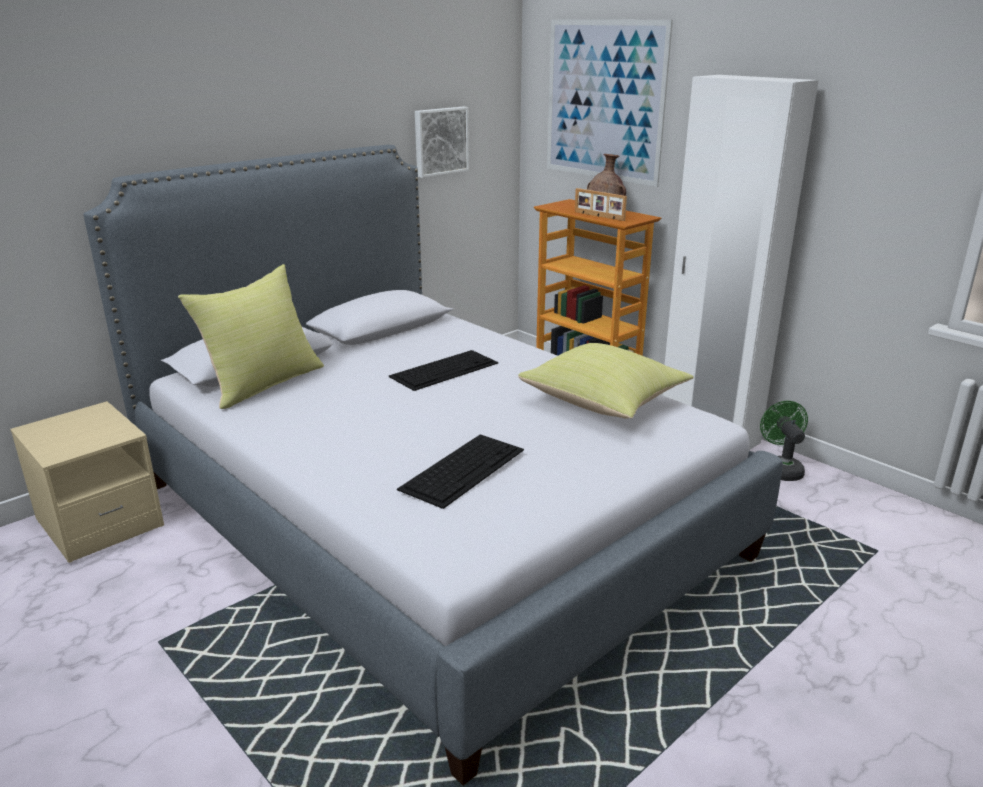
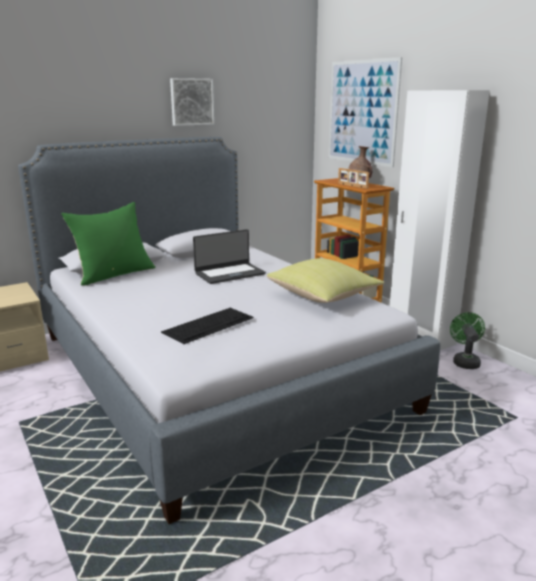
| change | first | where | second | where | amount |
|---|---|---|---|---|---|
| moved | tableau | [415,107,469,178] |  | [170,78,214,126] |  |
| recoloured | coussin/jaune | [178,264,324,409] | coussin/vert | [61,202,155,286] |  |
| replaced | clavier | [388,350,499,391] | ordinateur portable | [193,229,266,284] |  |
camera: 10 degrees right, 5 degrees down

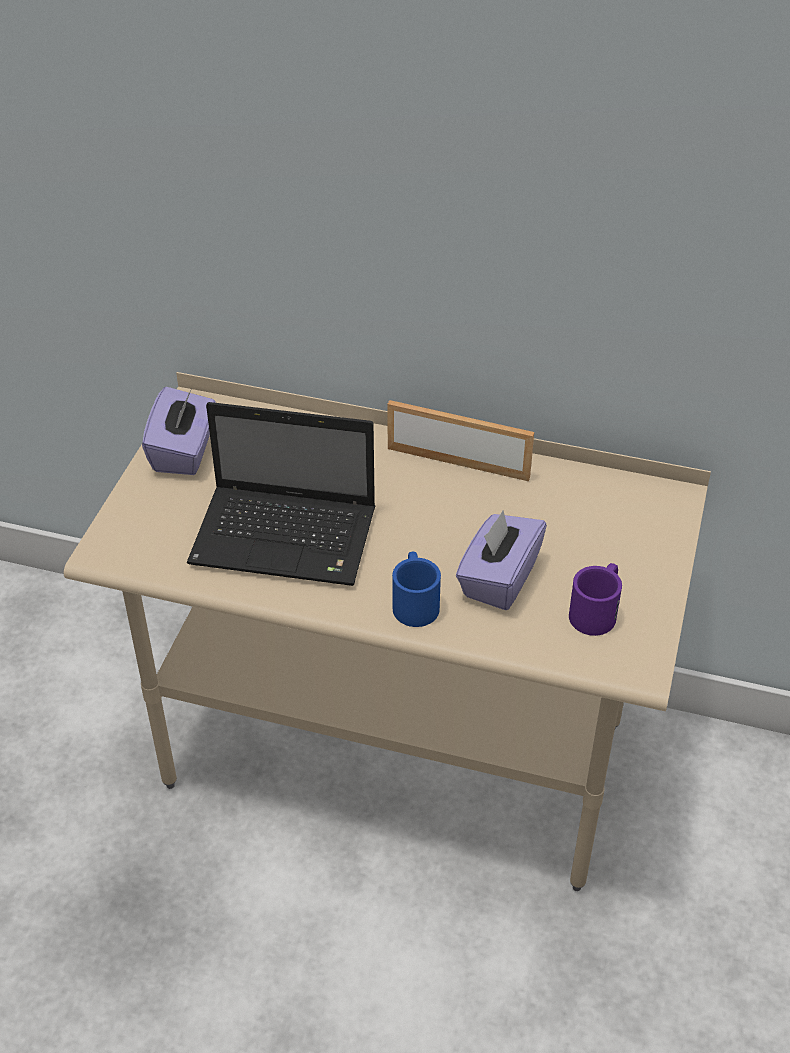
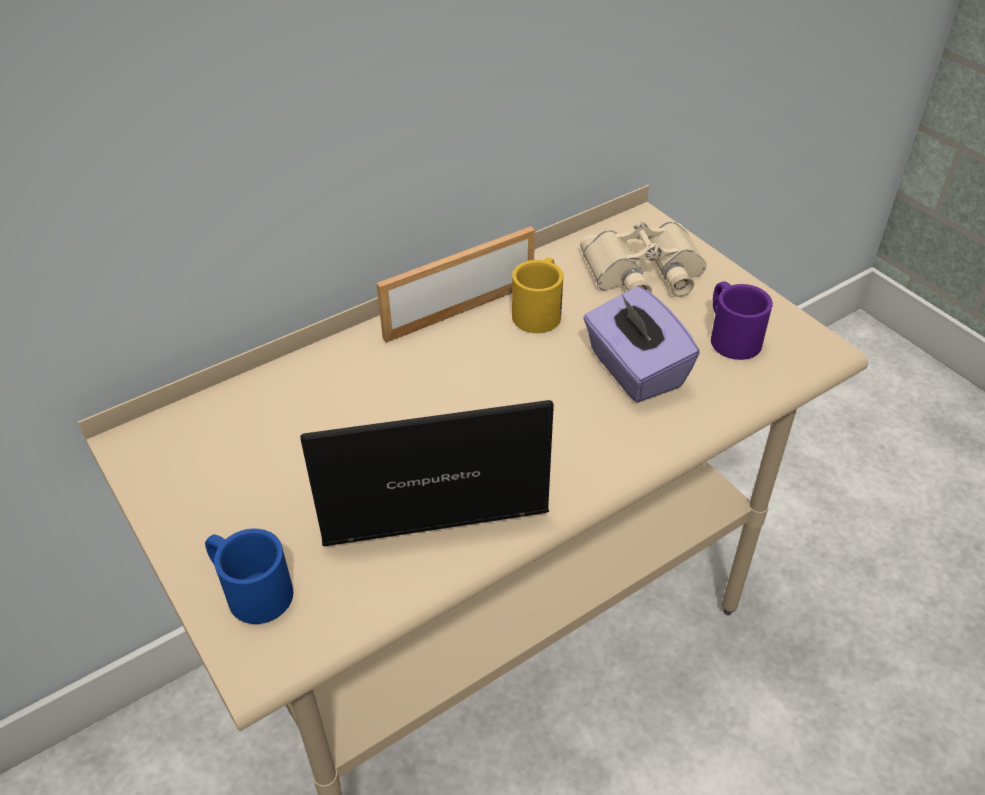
| change | first | where | second | where | amount |
|---|---|---|---|---|---|
| removed | boîte à mouchoirs/violet | [142,387,216,475] |  |  |  |
| turned | ordinateur portable | [187,402,375,586] |  | [300,400,554,546] | 150 degrees counterclockwise |
| moved | mug/bleu | [392,551,441,627] |  | [205,529,293,624] |  |
| added |  |  | jumelles/beige | [580,222,707,297] |  |
| added |  |  | mug/jaune | [512,258,564,333] |  |
camera: 50 degrees left, 0 degrees up

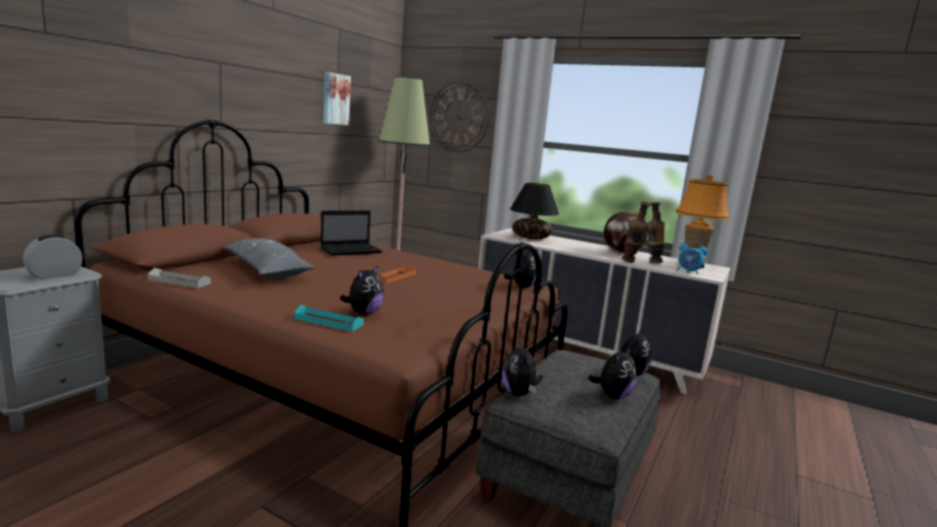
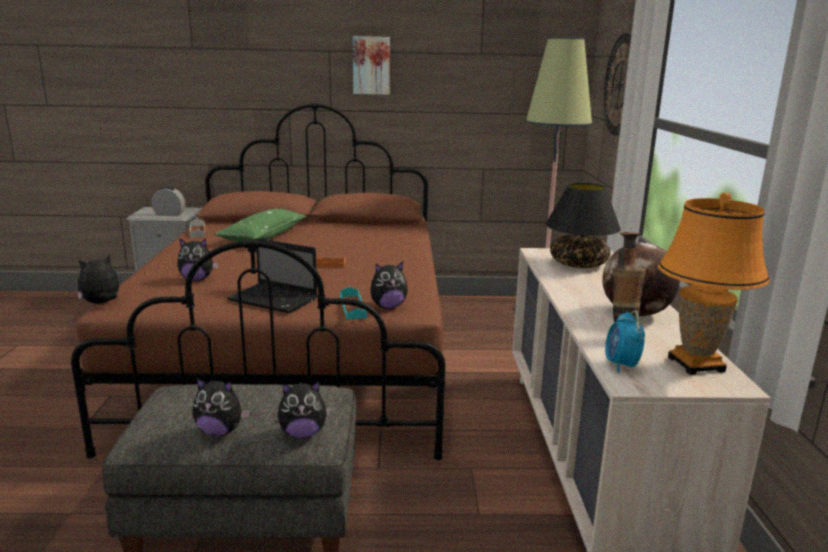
| change | first | where | second | where | amount |
|---|---|---|---|---|---|
| moved | tableau | [324,72,351,125] |  | [353,36,390,95] |  |
| removed | vase | [622,201,651,263] |  |  |  |
| moved | ordinateur portable | [320,210,383,256] |  | [228,238,317,313] |  |
| recoloured | coussin/gris | [224,238,315,278] | coussin/vert | [214,209,307,241] |  |
| moved | plateau/turquoise | [294,305,364,332] |  | [340,287,367,319] |  |
| moved | peluche | [502,340,543,396] |  | [78,254,119,304] |  |
camera: 60 degrees right, 5 degrees up

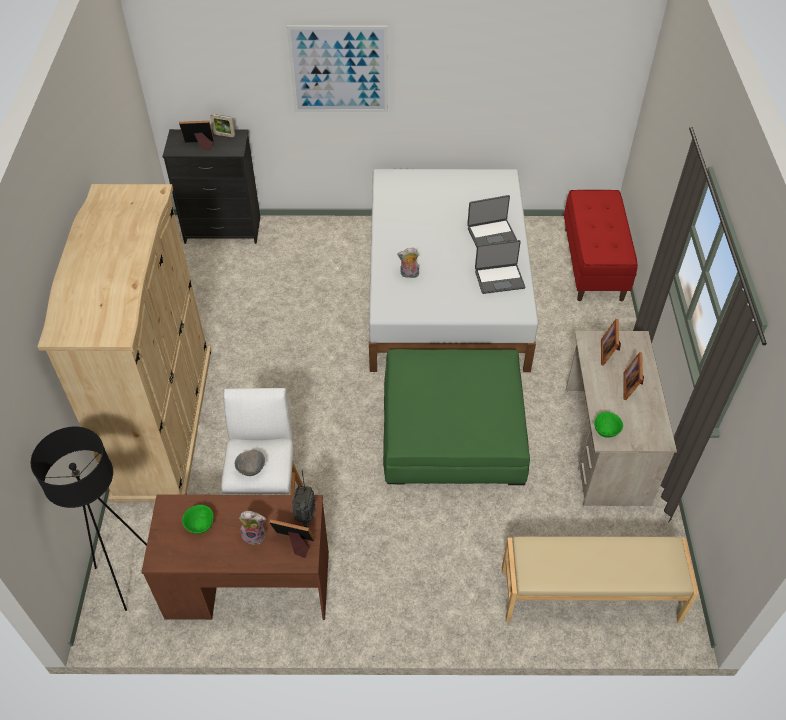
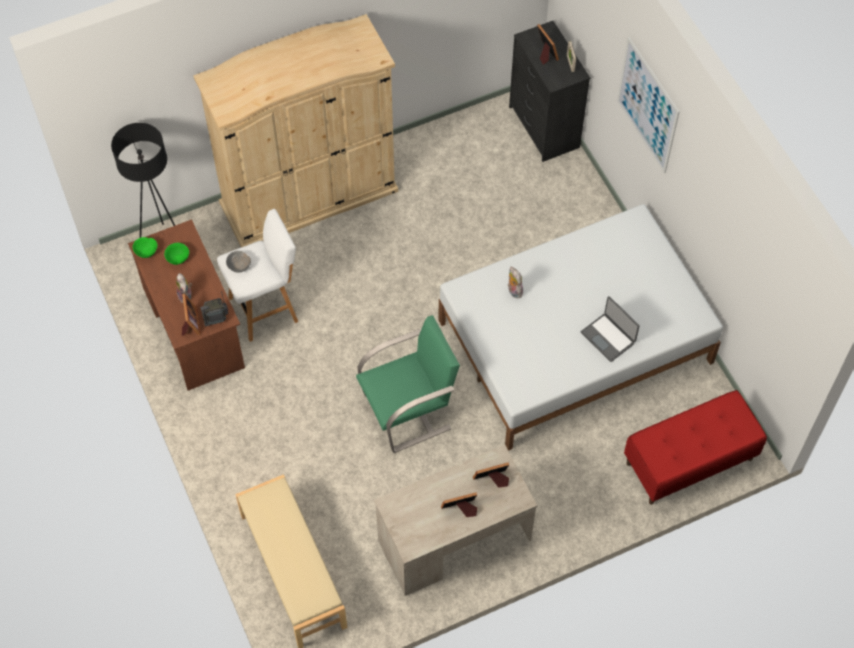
| change | first | where | second | where | amount |
|---|---|---|---|---|---|
| removed | ordinateur portable | [475,240,525,294] |  |  |  |
| replaced | pouf/vert | [383,349,530,485] | fauteuil/vert | [356,315,460,453] |  |
| moved | bol/vert | [594,412,623,438] |  | [132,237,157,258] |  |
camera: 65 degrees right, 10 degrees up

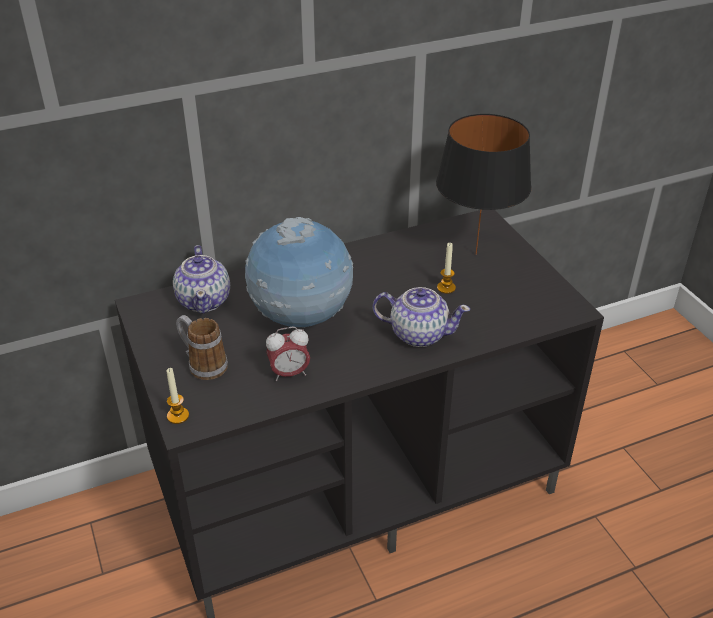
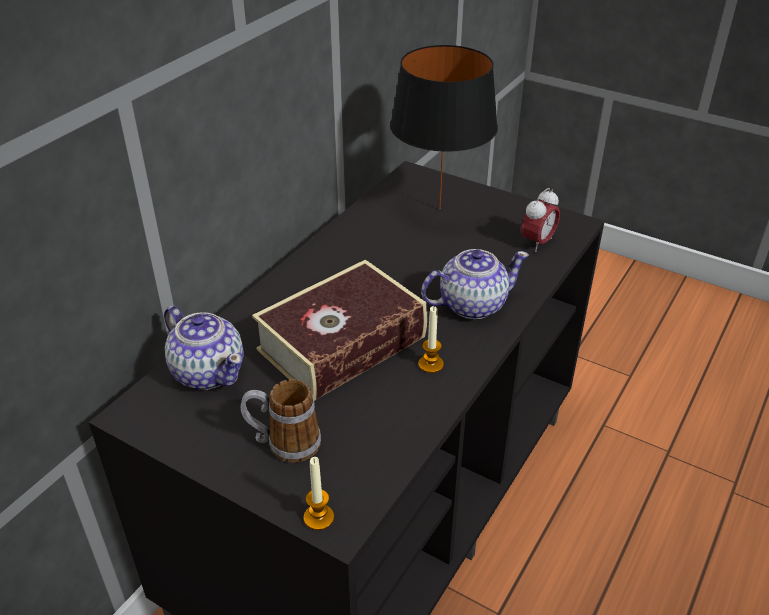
| change | first | where | second | where | amount |
|---|---|---|---|---|---|
| replaced | globe | [245,217,354,328] | livre | [252,260,427,401] |  |
| moved | bougie | [437,243,456,294] |  | [418,306,444,373] |  |
| moved | réveil | [266,327,310,381] |  | [521,188,560,252] |  |
camera: 35 degrees left, 0 degrees up

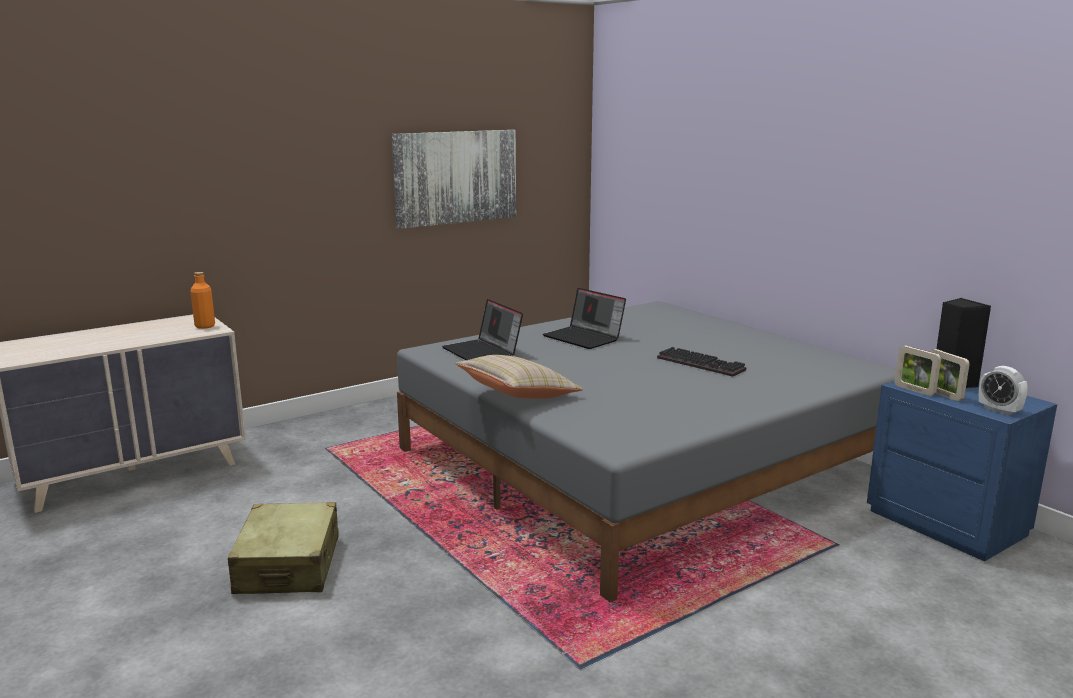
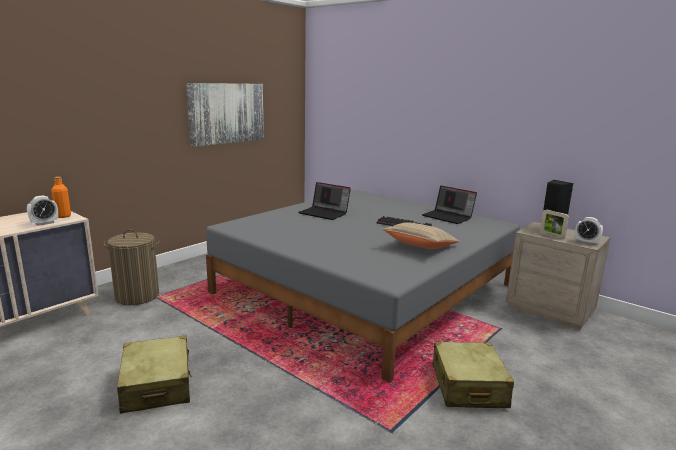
| change | first | where | second | where | amount |
|---|---|---|---|---|---|
| moved | ordinateur portable | [442,299,523,360] |  | [422,186,477,224] |  |
| removed | cadre photo | [894,345,941,396] |  |  |  |
| moved | coussin/beige | [455,355,583,399] |  | [383,222,460,249] |  |
| recoloured | table de chevet/bleu | [867,381,1057,562] | table de chevet/beige | [506,222,611,330] |  |
| added |  |  | réveil | [27,196,58,226] |  |
| added |  |  | panier à linge | [103,229,160,305] |  |
| added |  |  | valise/beige | [433,342,514,408] |  |
camera: 15 degrees left, 0 degrees up

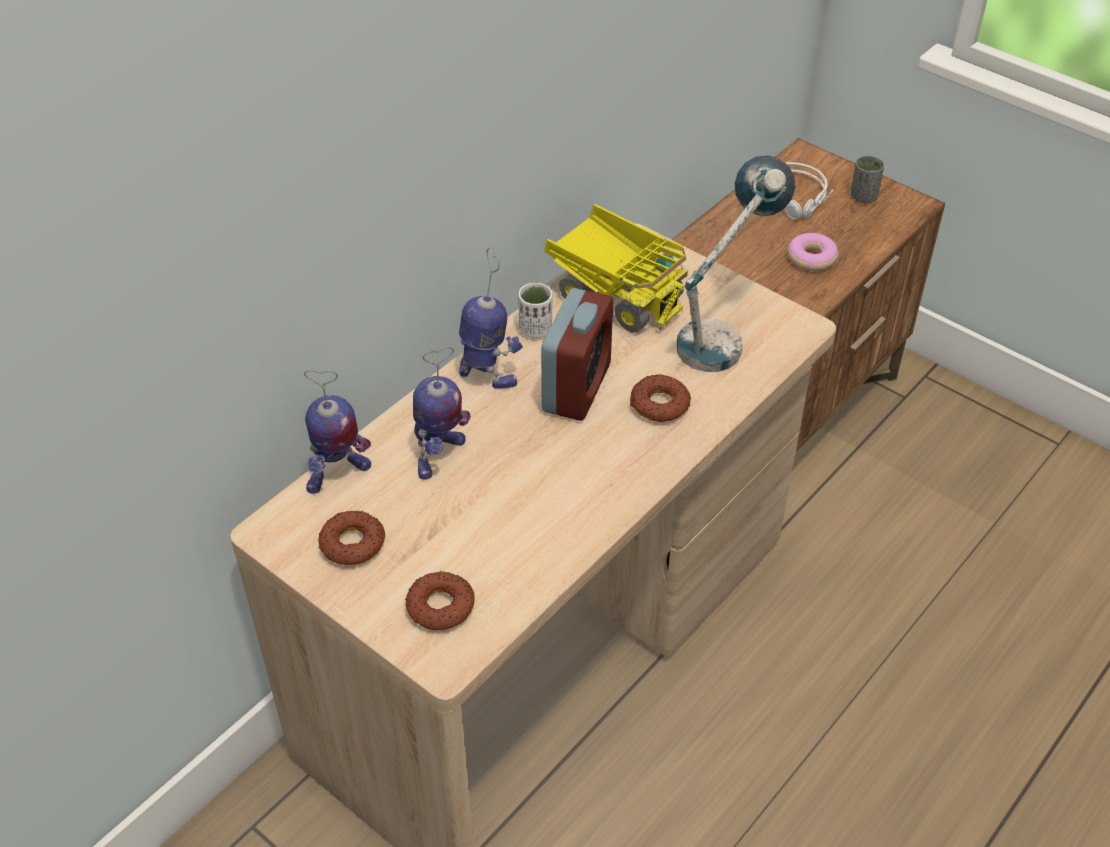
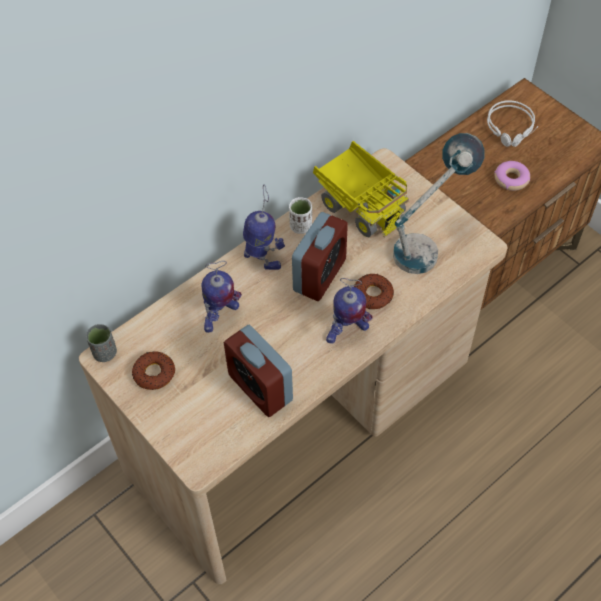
| change | first | where | second | where | amount |
|---|---|---|---|---|---|
| moved | tasse/gris | [851,156,884,203] |  | [86,324,117,362] |  |
| moved | robot jouet | [304,370,371,494] |  | [326,278,373,344] |  |
| removed | beignet | [405,571,475,630] |  |  |  |
| added |  |  | réveil | [224,325,293,417] |  |
camera: 10 degrees right, 10 degrees up

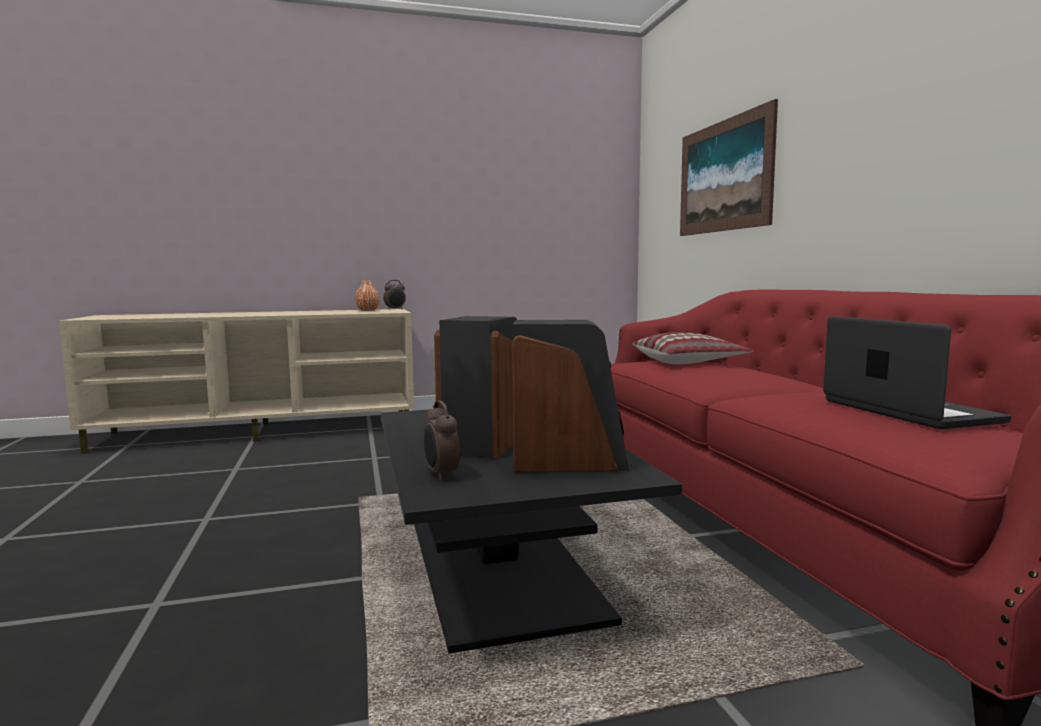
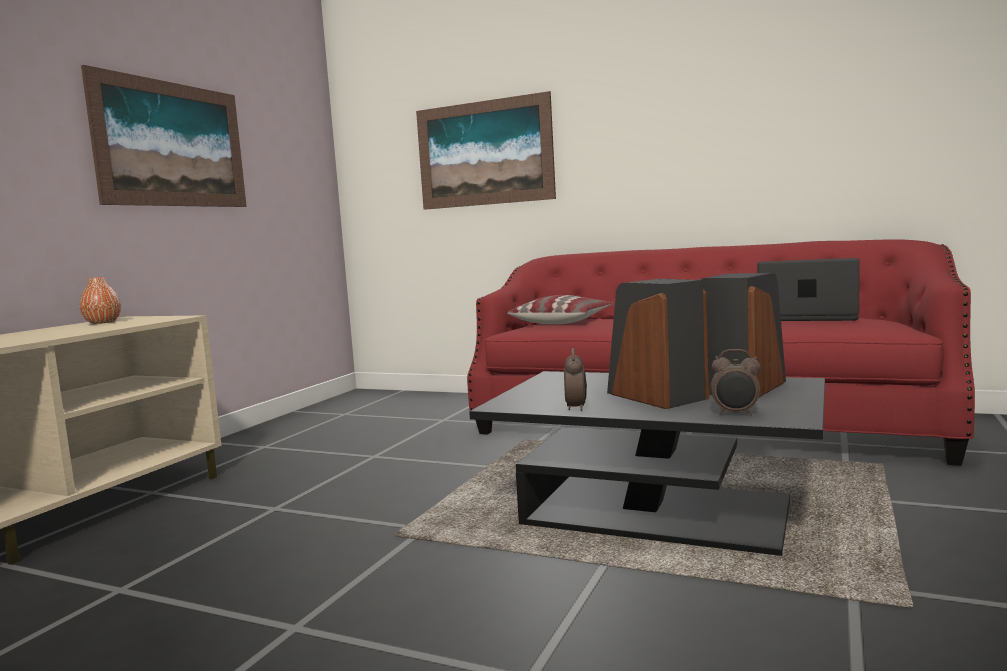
| change | first | where | second | where | amount |
|---|---|---|---|---|---|
| moved | réveil | [383,280,406,310] |  | [564,348,587,411] |  |
| added |  |  | tableau | [81,65,247,207] |  |
camera: 50 degrees left, 0 degrees up

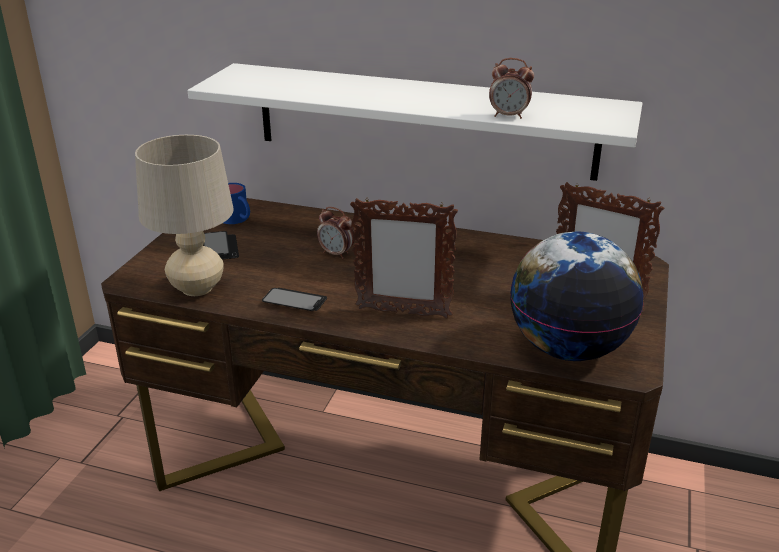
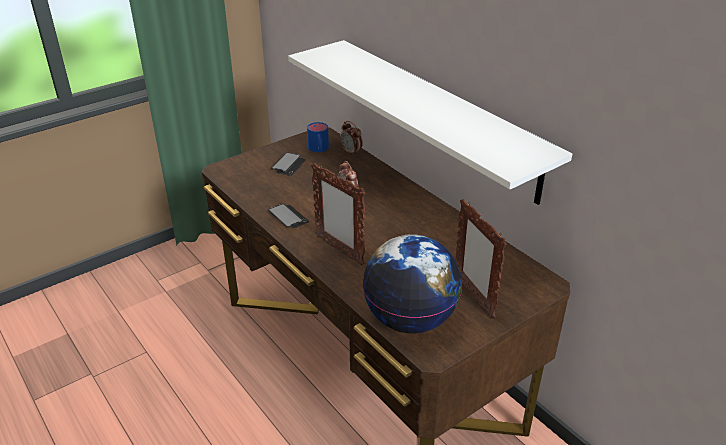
| change | first | where | second | where | amount |
|---|---|---|---|---|---|
| moved | réveil | [489,58,534,119] |  | [340,121,363,156] |  |
| removed | lampe de table/beige | [135,135,234,296] |  |  |  |
camera: 35 degrees right, 5 degrees up

